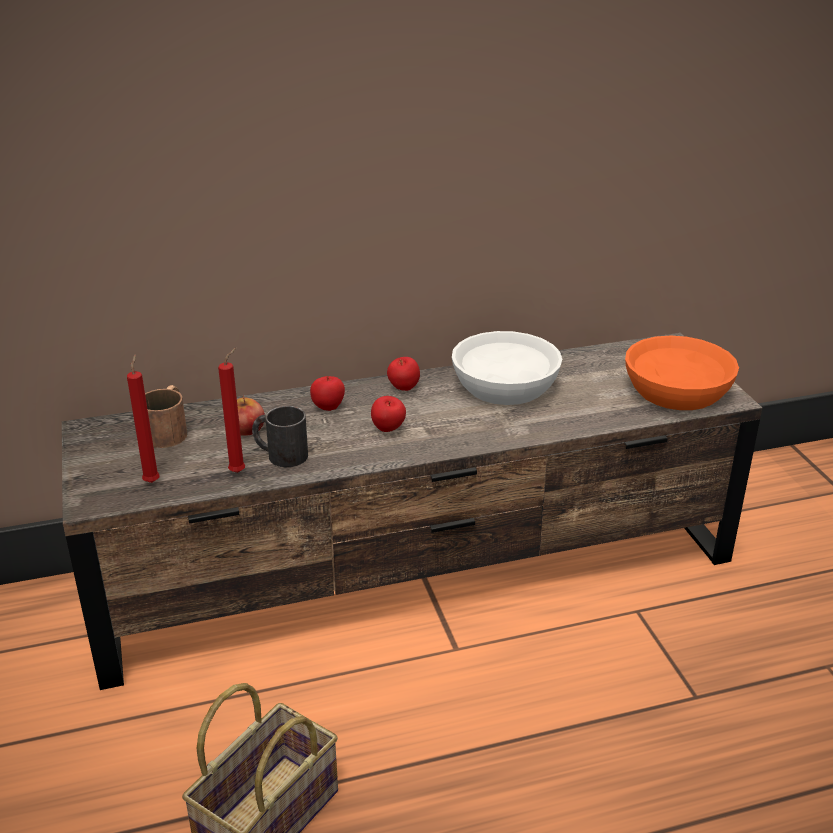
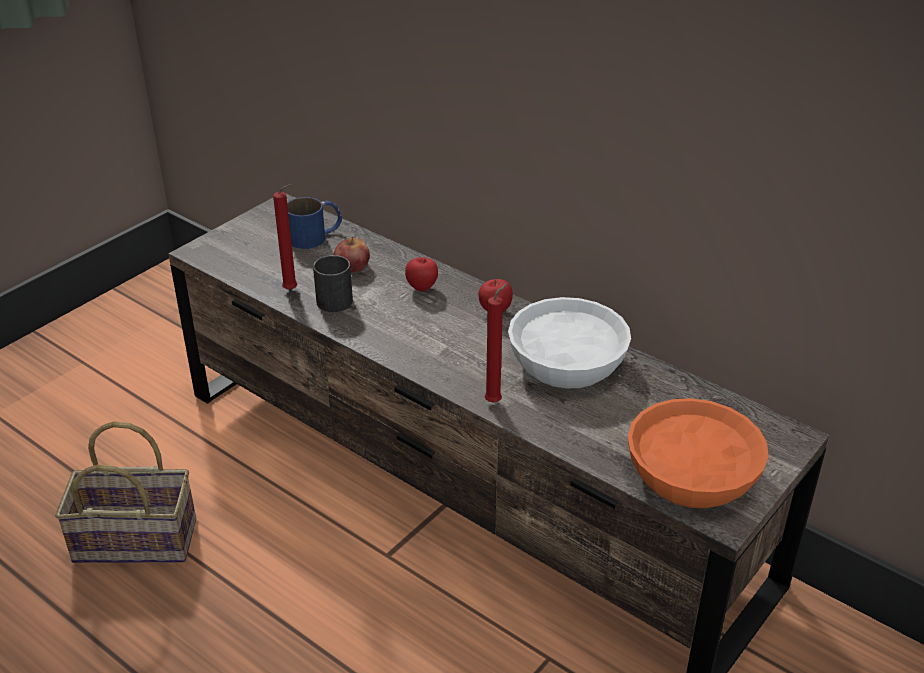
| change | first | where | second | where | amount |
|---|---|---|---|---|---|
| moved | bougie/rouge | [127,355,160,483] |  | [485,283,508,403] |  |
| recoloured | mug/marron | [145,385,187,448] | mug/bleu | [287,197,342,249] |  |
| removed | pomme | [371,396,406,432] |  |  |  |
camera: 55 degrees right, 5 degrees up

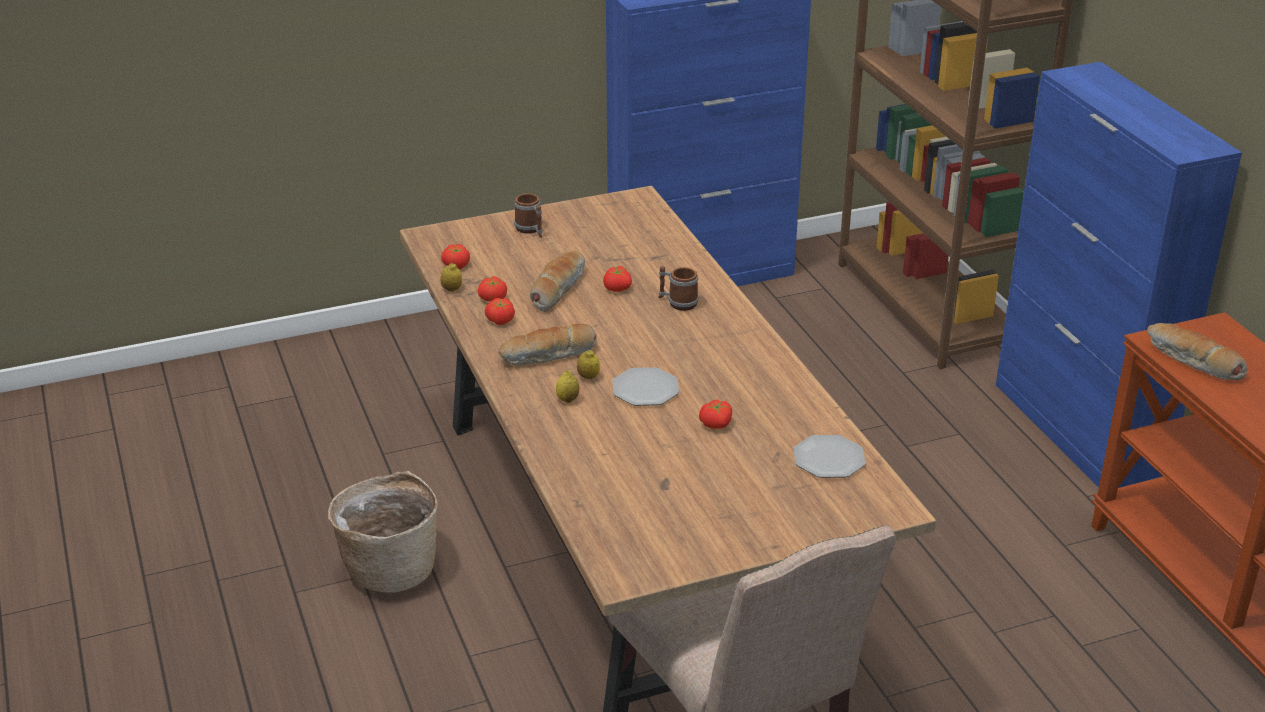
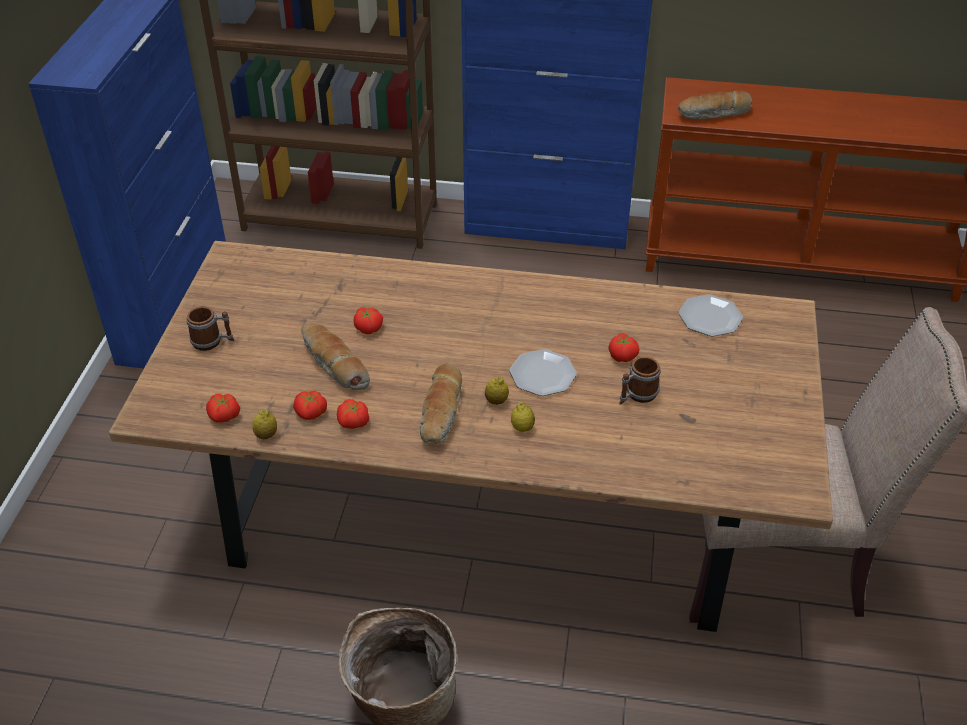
| change | first | where | second | where | amount |
|---|---|---|---|---|---|
| moved | mug | [658,266,699,311] |  | [619,357,661,405] |  |
camera: 60 degrees left, 10 degrees up

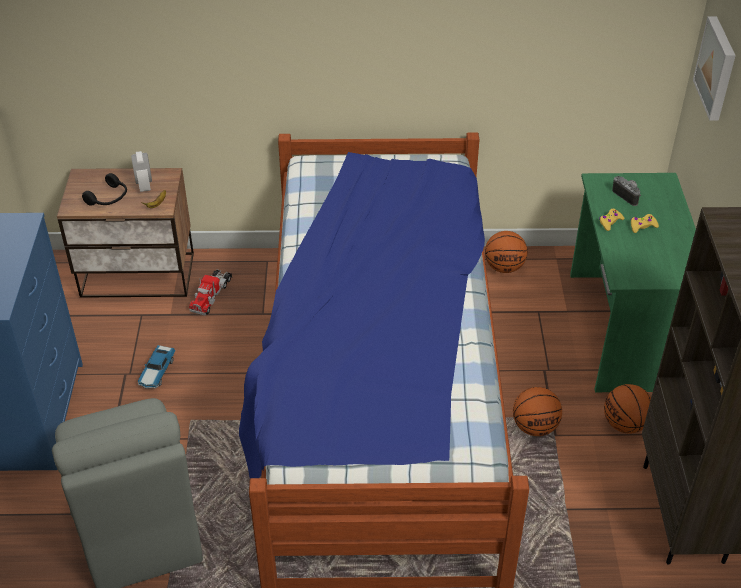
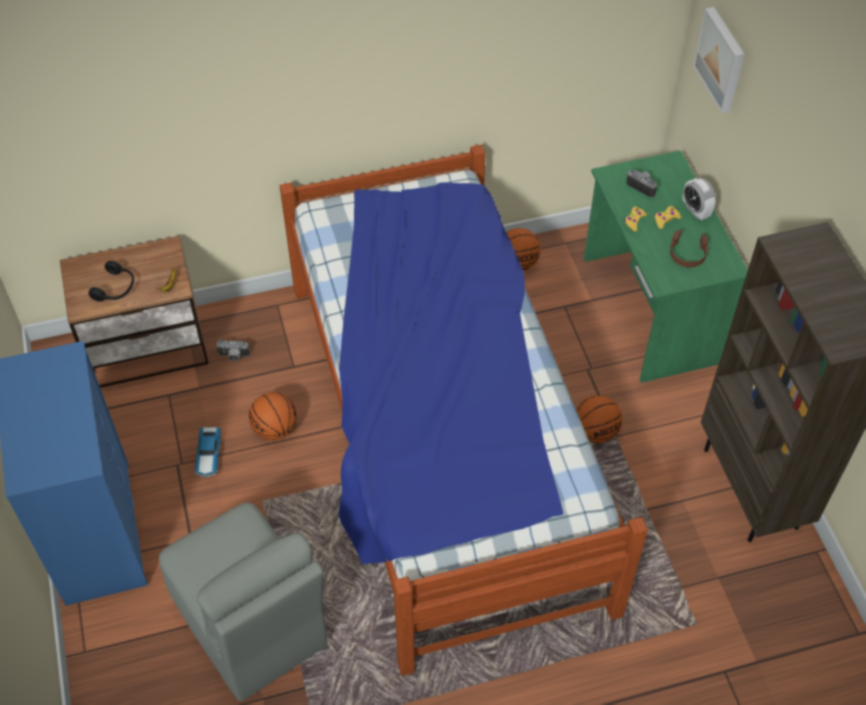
| change | first | where | second | where | amount |
|---|---|---|---|---|---|
| moved | réveil | [131,151,152,192] |  | [683,178,716,220] |  |
| replaced | camion jouet | [189,269,232,316] | appareil photo | [216,340,250,361] |  |
| moved | ballon de basket | [604,384,651,433] |  | [249,392,297,440] |  |
| added |  |  | casque audio/marron | [670,229,708,268] |  |
camera: 15 degrees left, 10 degrees up

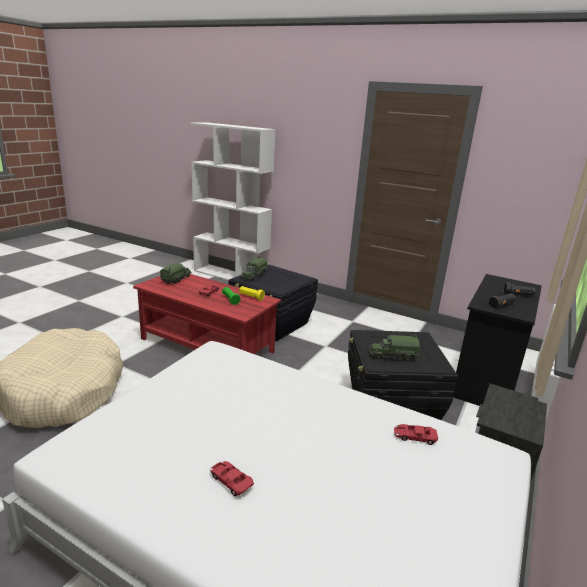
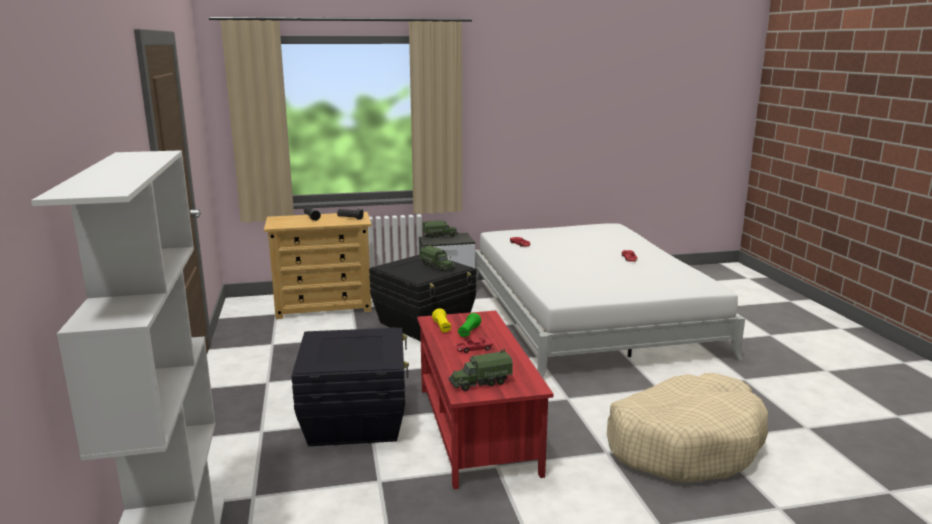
| change | first | where | second | where | amount |
|---|---|---|---|---|---|
| moved | camion jouet | [240,257,267,281] |  | [422,220,458,238] |  |
| recoloured | commode/noir | [453,274,542,406] | commode/beige | [264,212,372,319] |  |
camera: 130 degrees left, 5 degrees down

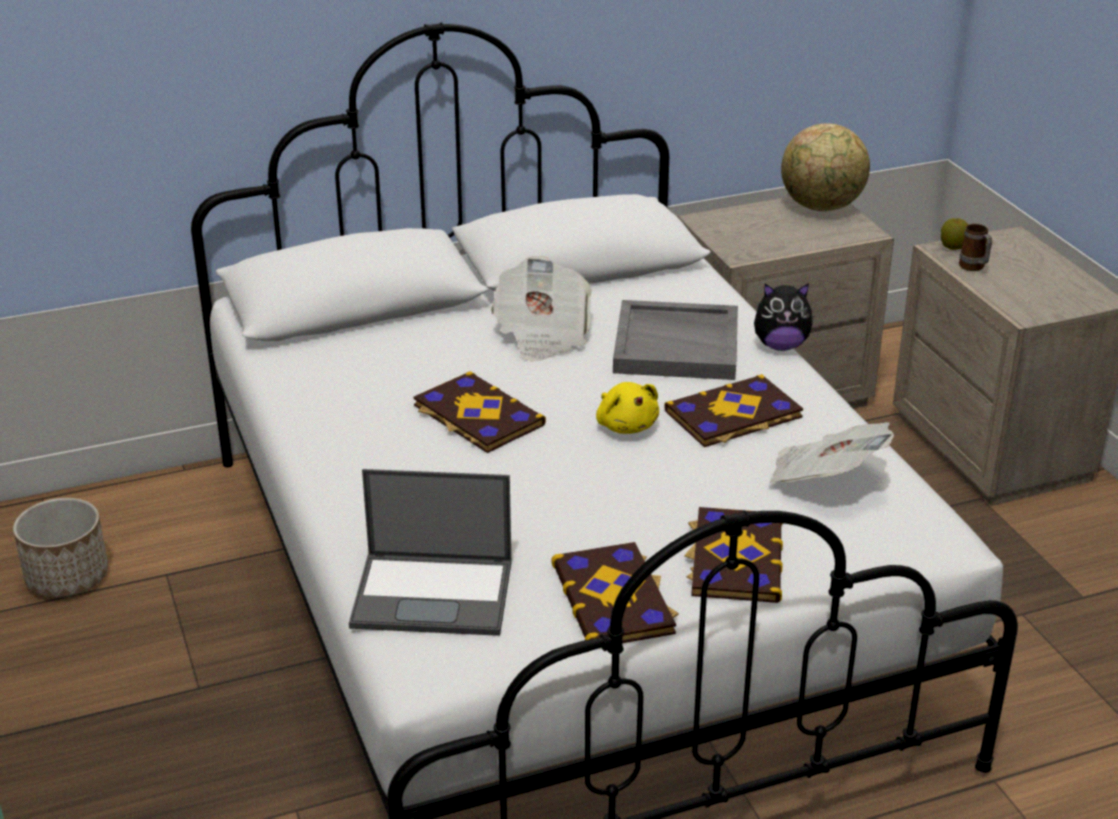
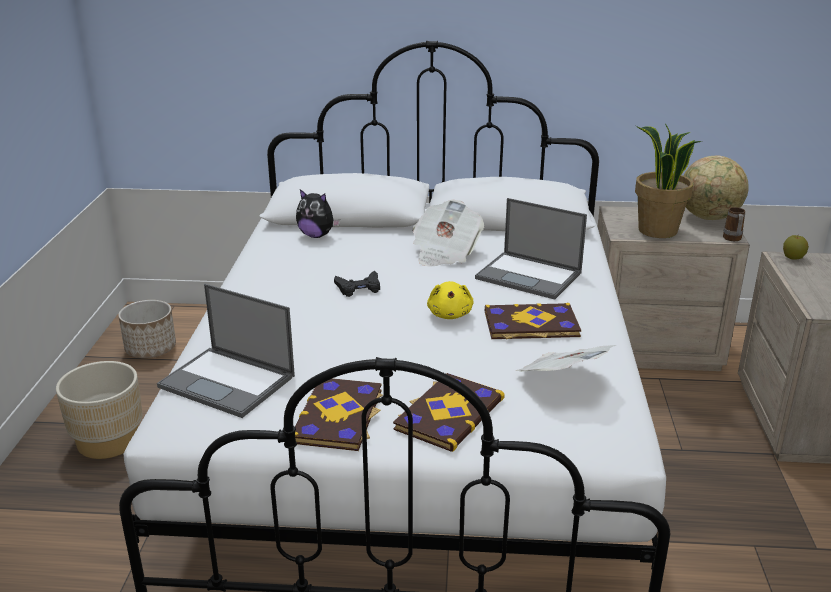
| change | first | where | second | where | amount |
|---|---|---|---|---|---|
| moved | mug | [959,224,992,271] |  | [723,207,745,241] |  |
| moved | peluche | [754,283,815,351] |  | [296,189,340,238] |  |
| replaced | plateau/gris | [613,300,738,380] | ordinateur portable | [475,198,587,300] |  |
| replaced | livre | [414,371,546,453] | manette/noir | [334,271,380,297] |  |
| added |  |  | plante en pot | [635,124,702,238] |  |
| added |  |  | cache-pot/beige | [56,361,142,459] |  |
camera: 25 degrees right, 5 degrees down

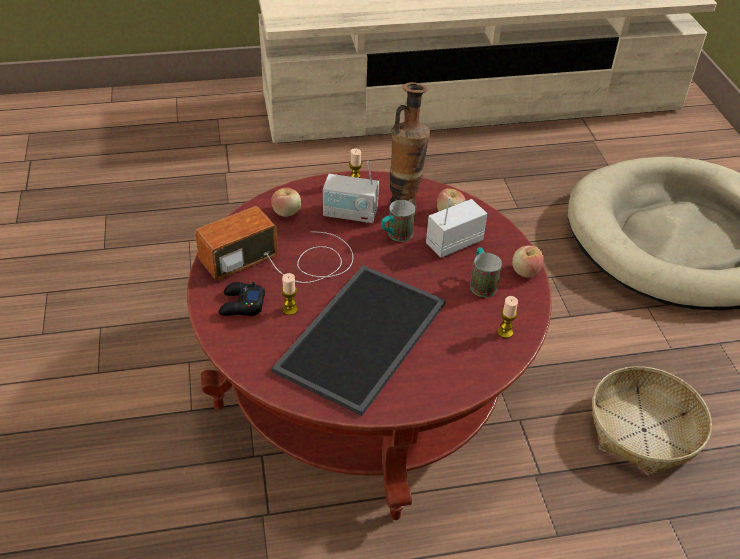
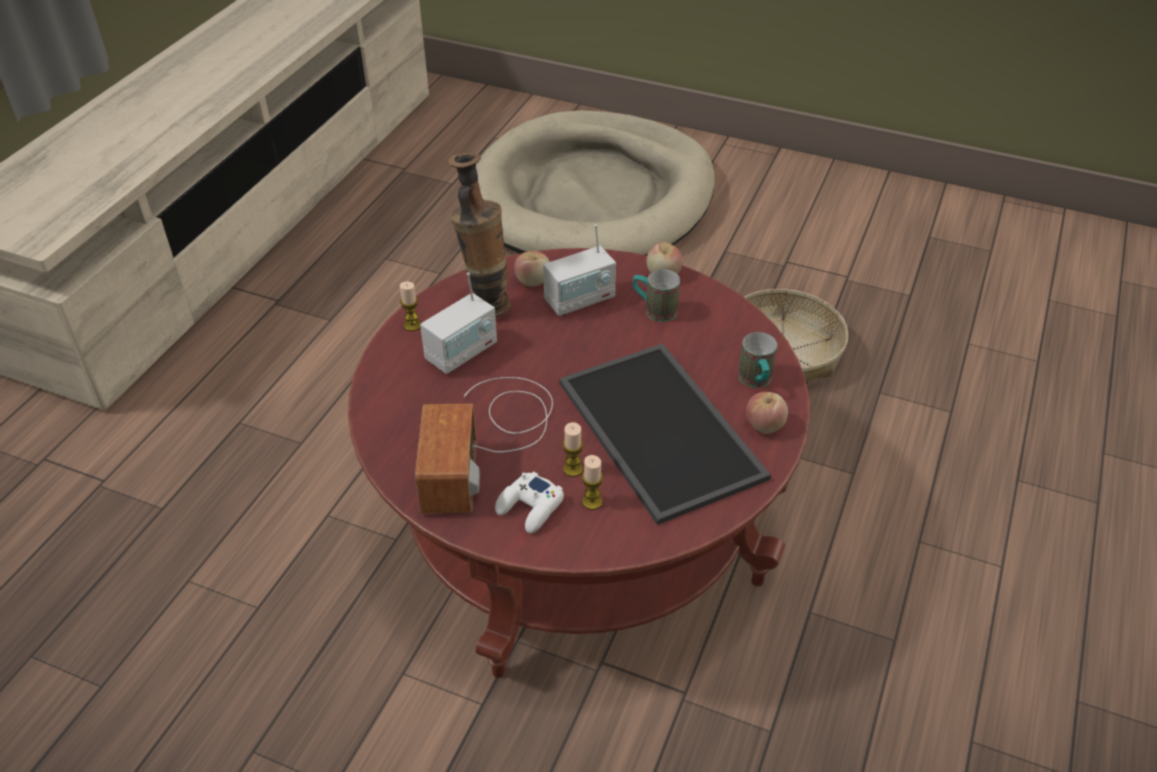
| change | first | where | second | where | amount |
|---|---|---|---|---|---|
| moved | pomme | [271,188,301,217] |  | [746,392,788,434] |  |
| turned | radio | [426,197,487,257] |  | [543,224,616,316] | 120 degrees counterclockwise |
| moved | mug | [381,200,415,242] |  | [738,332,777,388] |  |
| recoloured | manette/noir | [219,282,265,316] | manette/blanc | [495,471,564,533] |  |
| moved | bougie | [498,296,518,338] |  | [582,455,603,510] |  |
camera: 55 degrees left, 0 degrees up

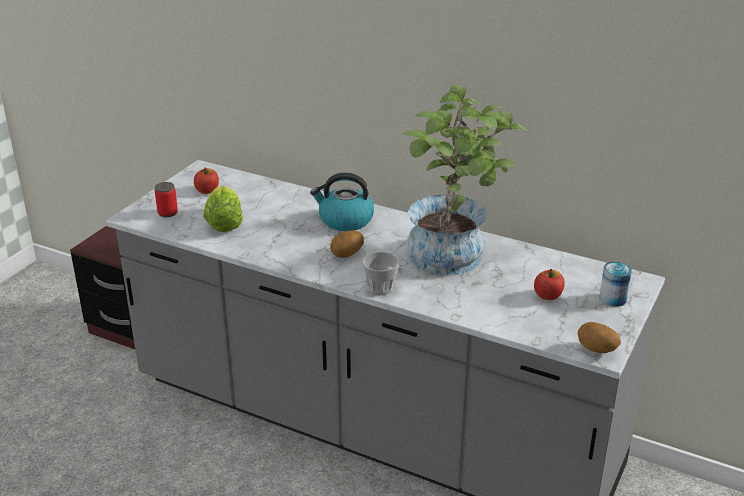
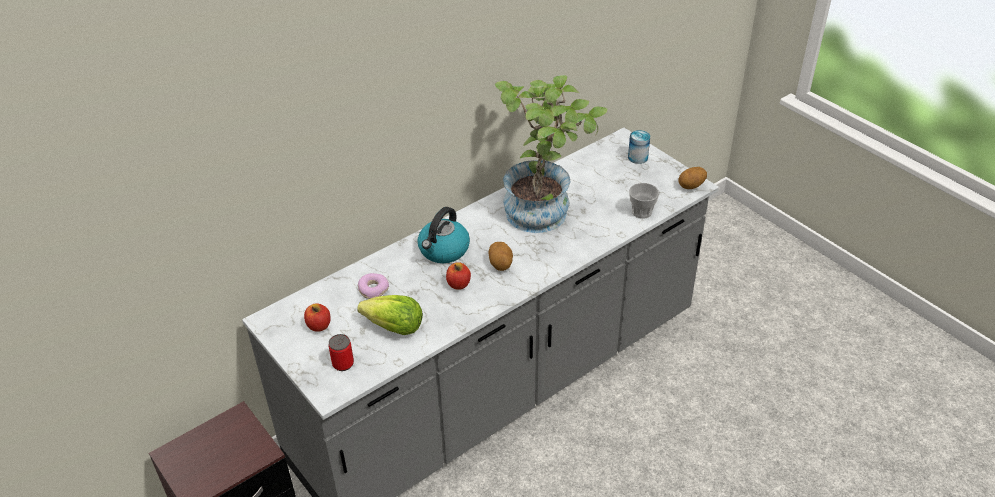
| change | first | where | second | where | amount |
|---|---|---|---|---|---|
| moved | tasse | [362,252,399,295] |  | [629,183,659,219] |  |
| moved | pomme | [534,269,565,300] |  | [446,262,471,290] |  |
| added |  |  | beignet | [358,273,389,299] |  |
camera: 65 degrees left, 10 degrees up

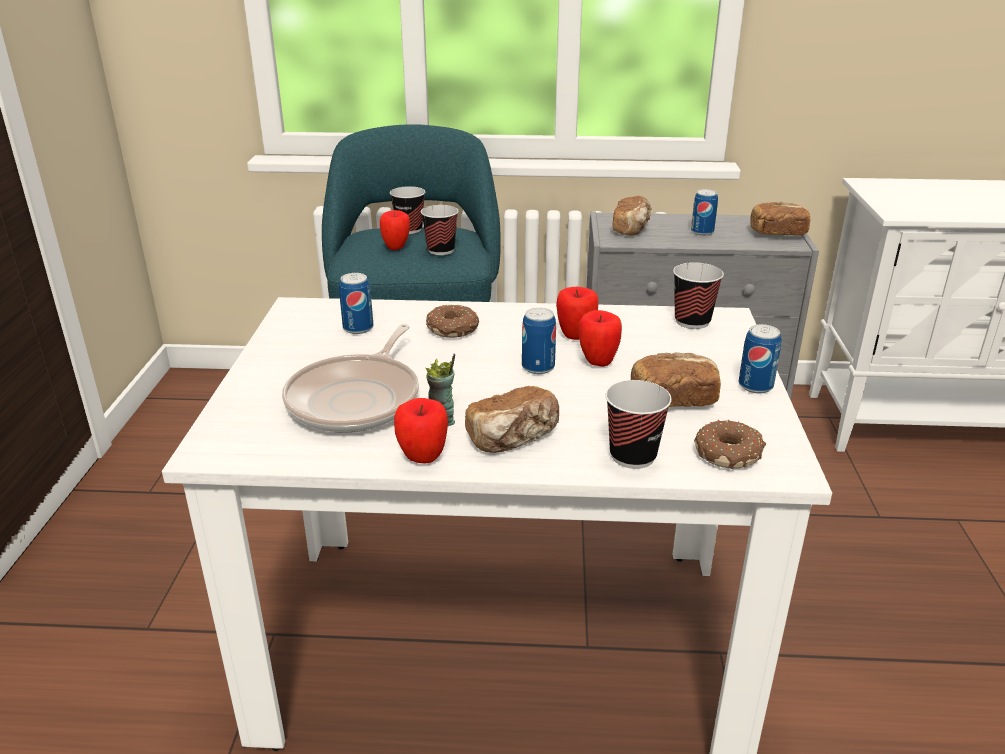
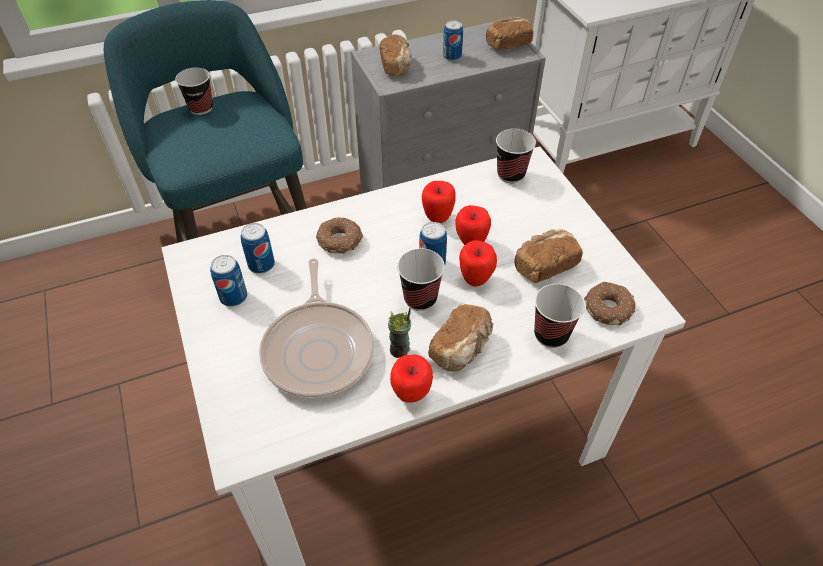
| change | first | where | second | where | amount |
|---|---|---|---|---|---|
| moved | tasse | [421,205,459,255] |  | [397,248,445,311] |  |
| moved | pomme | [380,210,410,250] |  | [459,241,497,287] |  |
| moved | boîte métallique | [739,324,781,393] |  | [210,255,247,307] |  |
camera: 25 degrees left, 20 degrees up

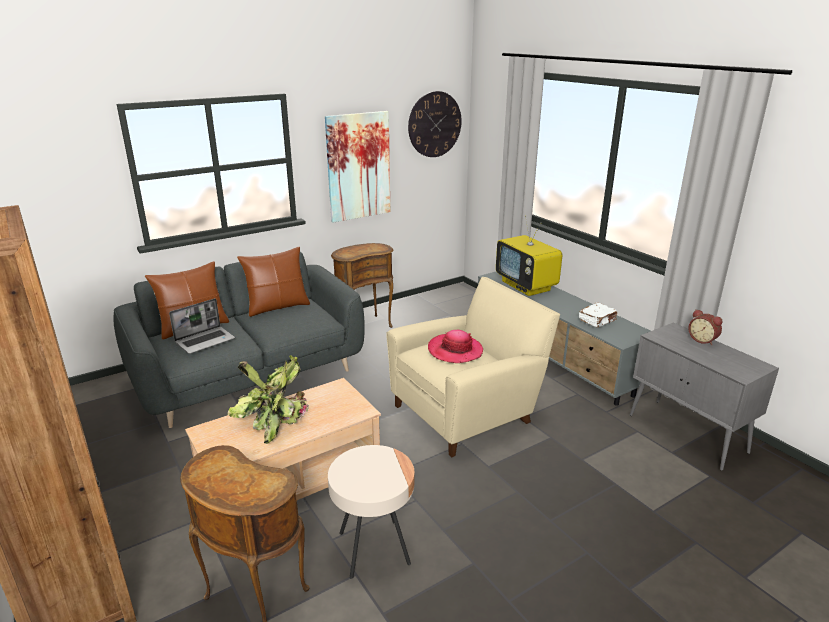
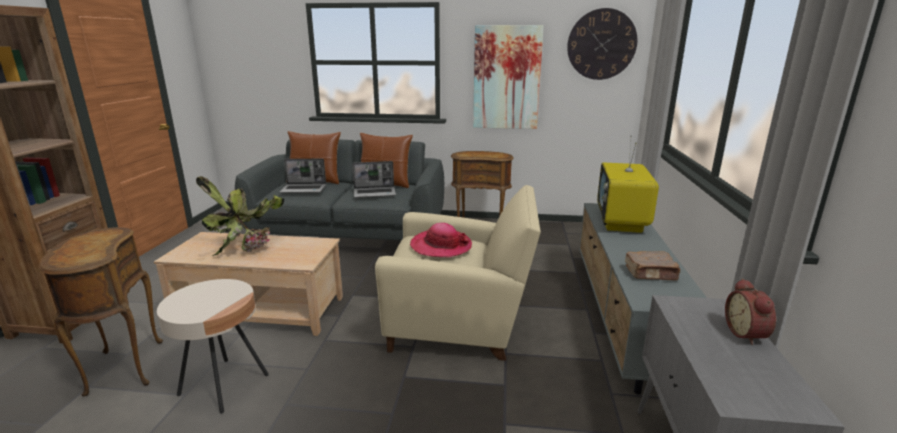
| change | first | where | second | where | amount |
|---|---|---|---|---|---|
| recoloured | livre/blanc | [579,303,617,327] | livre/marron | [625,251,680,281] |  |
| added |  |  | ordinateur portable | [352,161,396,198] |  |
camera: 40 degrees right, 5 degrees down

